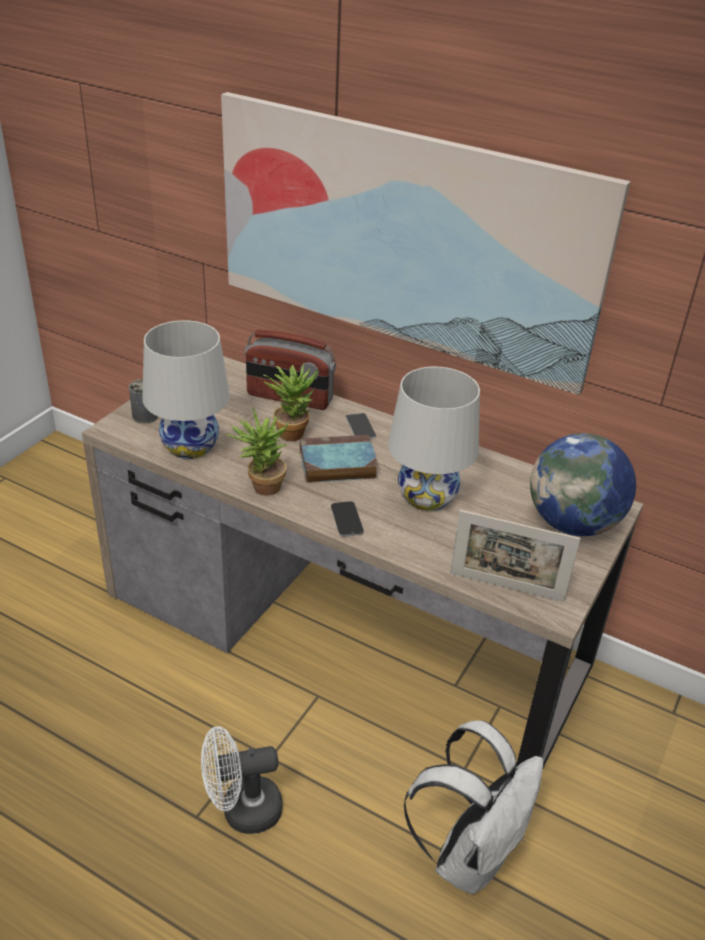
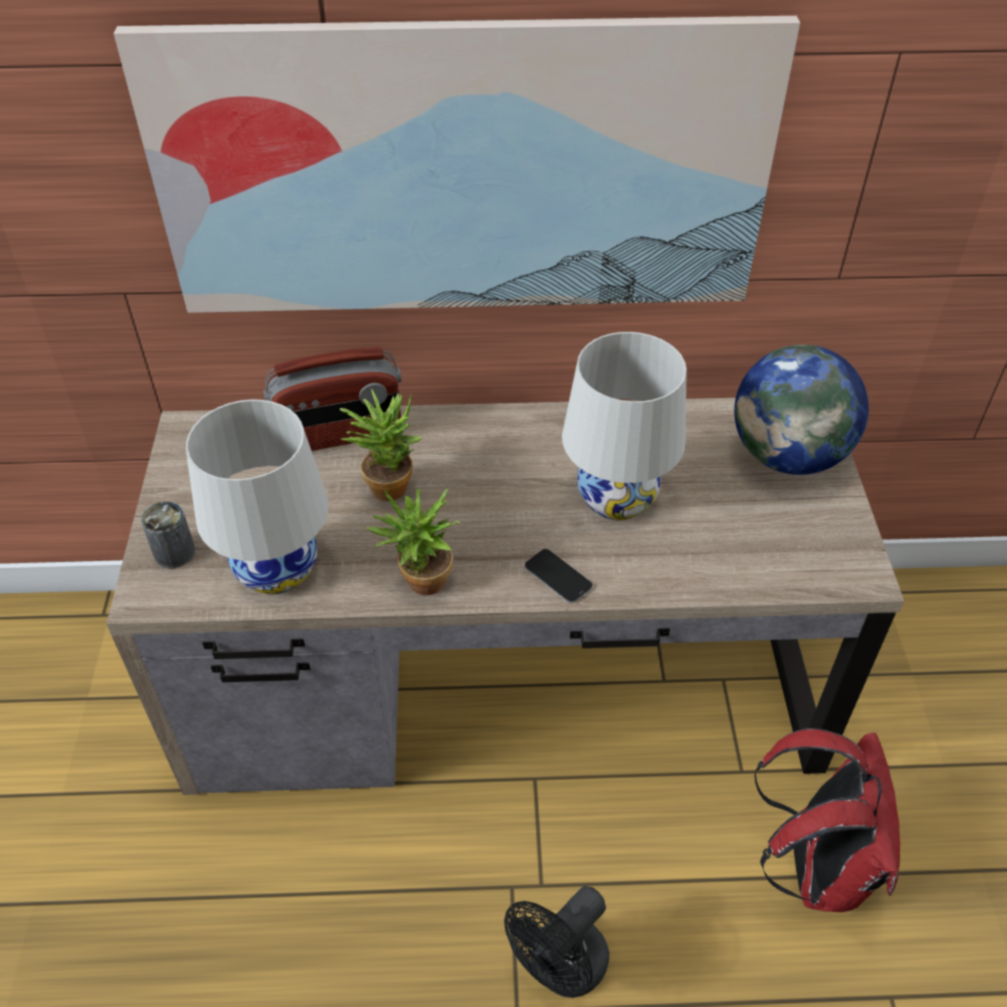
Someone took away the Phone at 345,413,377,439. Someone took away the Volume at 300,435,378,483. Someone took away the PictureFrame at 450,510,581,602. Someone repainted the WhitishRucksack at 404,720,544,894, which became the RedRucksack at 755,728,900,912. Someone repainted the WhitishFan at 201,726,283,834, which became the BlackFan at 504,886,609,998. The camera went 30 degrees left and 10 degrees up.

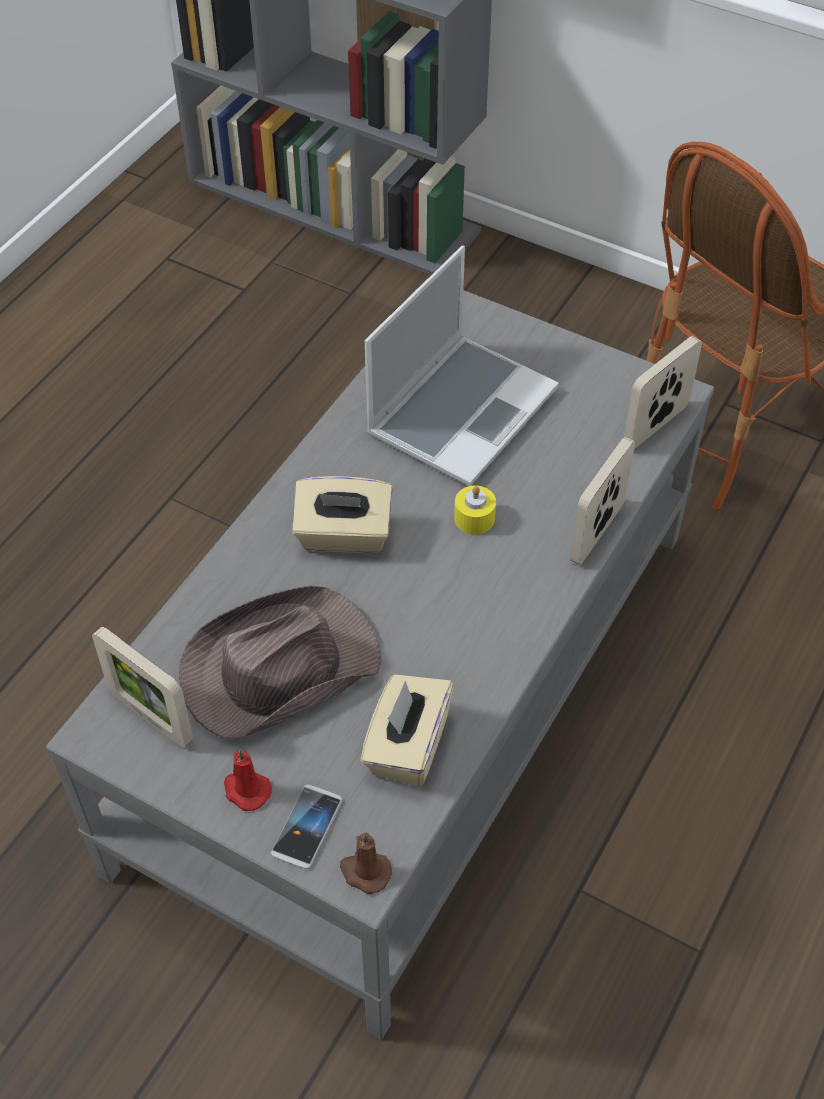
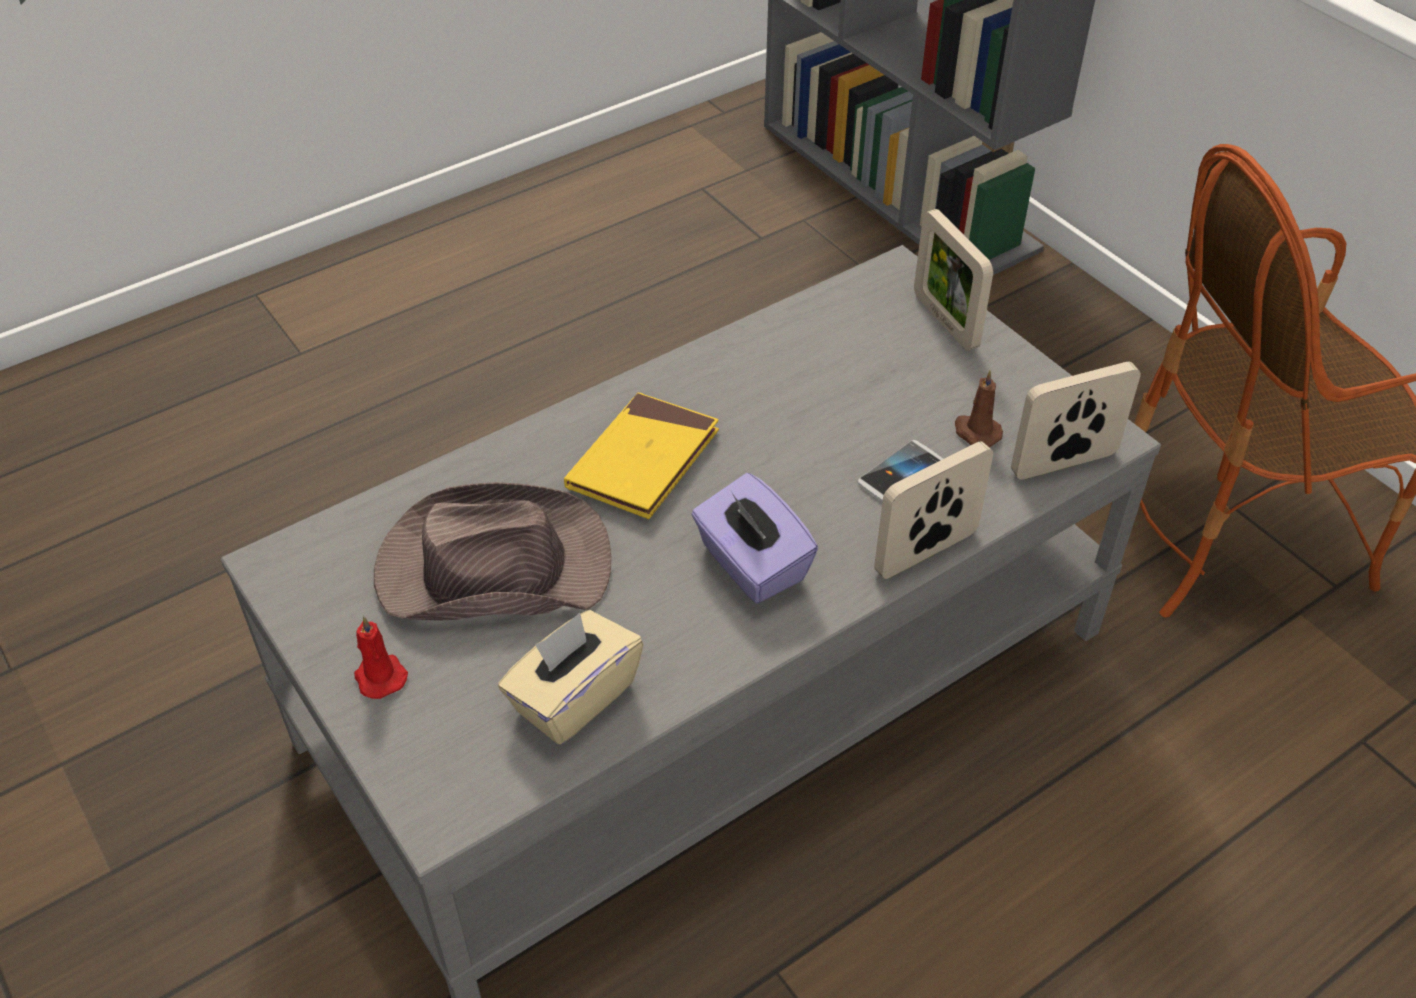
Someone took away the NotebookComputer at 365,245,559,486. Someone swapped the SandColouredTissueBox at 292,476,393,553 for the YellowColouredVolume at 564,393,719,519. Someone took away the YellowColouredWaxLight at 454,485,496,534. Someone carried the PictureFrame from 92,627,193,748 to 914,209,993,351. Someone carried the Phone from 271,785,342,869 to 857,440,943,502. Someone carried the BrownWaxLight from 340,832,392,894 to 955,370,1003,447. Someone put down the PurpleTissueBox at 691,473,818,604. The camera went 25 degrees right and 5 degrees down.

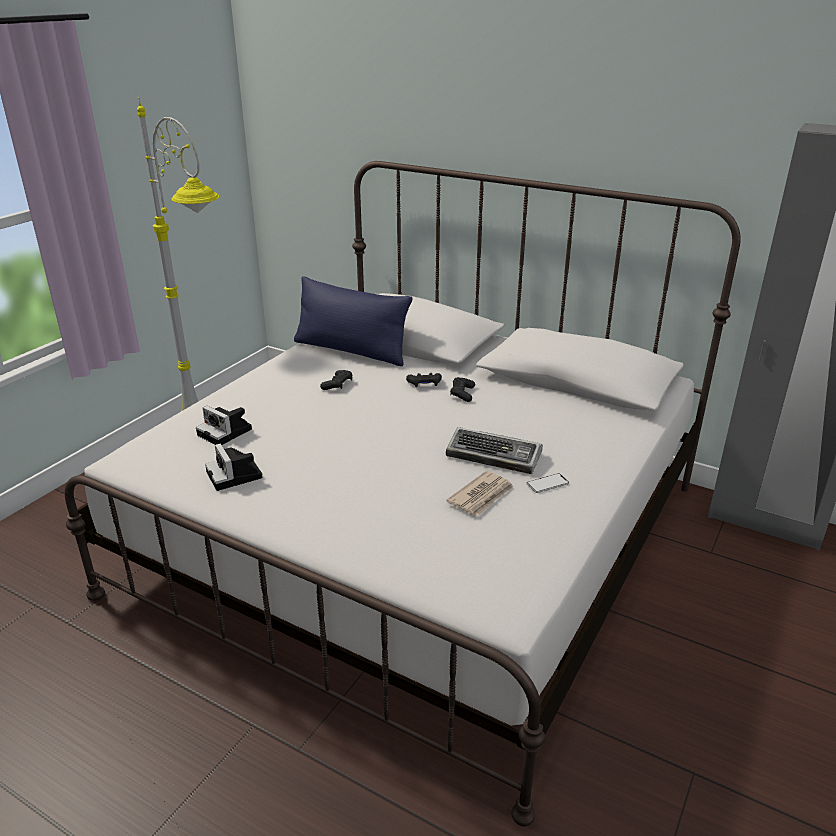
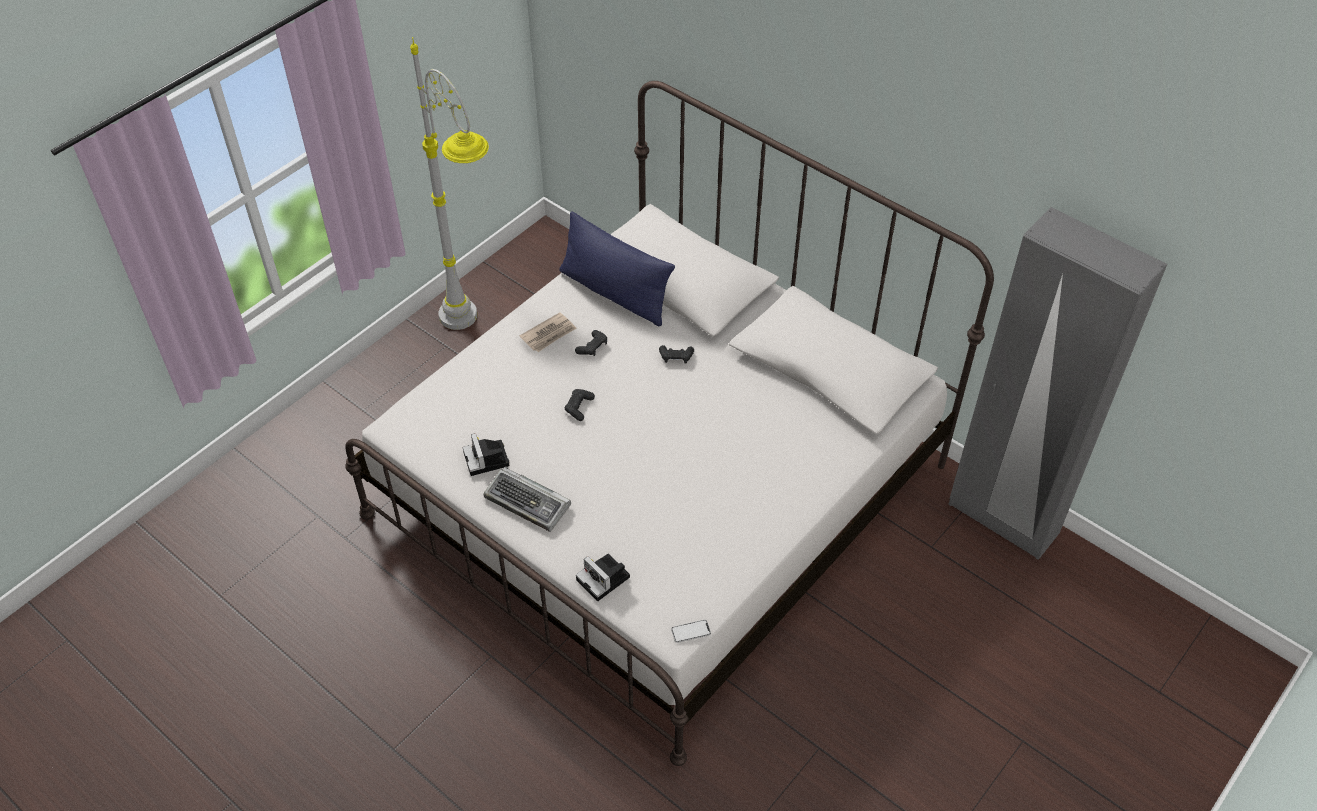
Someone carried the BlackJoypad from 450,377,475,402 to 565,389,595,421. Someone carried the PhotoCamera from 196,406,252,445 to 576,554,630,601. Someone carried the PcKeyboard from 446,427,543,474 to 483,466,571,532. Someone carried the Newspaper from 446,471,513,516 to 520,312,577,352. Someone carried the Phone from 526,473,569,493 to 671,620,711,643. The camera went 10 degrees right and 20 degrees up.

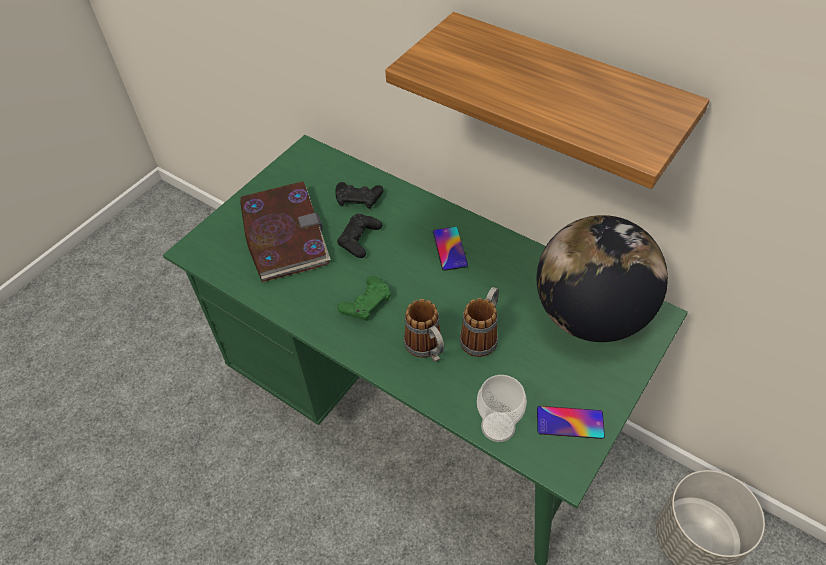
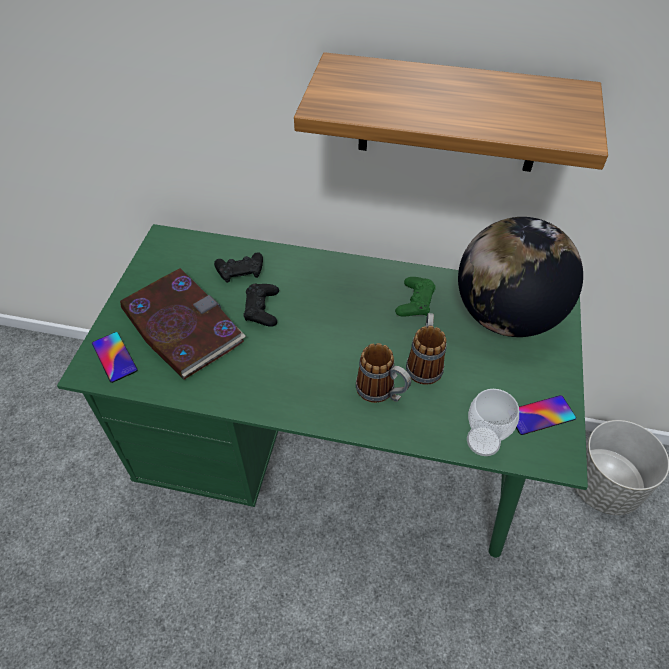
Someone carried the Phone from 433,227,468,271 to 92,332,137,383. Someone carried the GreenishJoypad from 337,276,391,321 to 395,277,436,317. The camera went 25 degrees left and 0 degrees up.

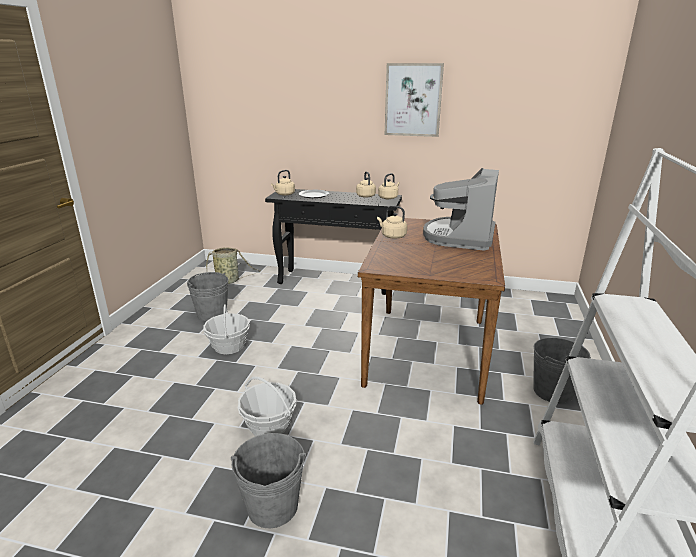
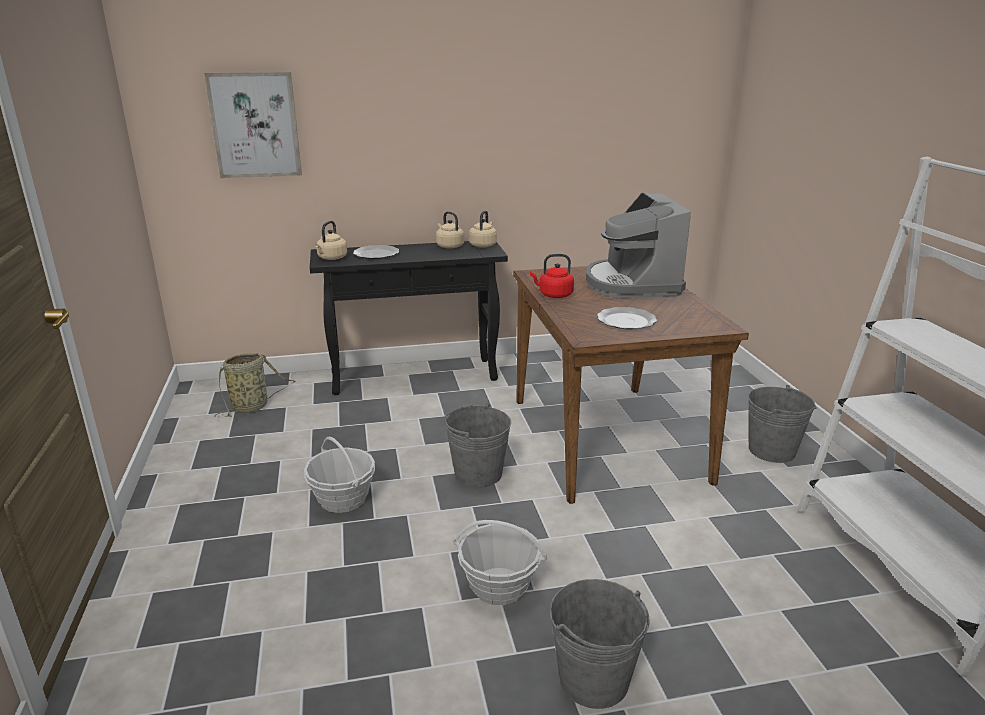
Someone carried the Picture from 385,63,444,137 to 204,72,302,178. Someone repainted the SandColouredTeaKettle at 377,206,407,239, which became the RedTeaKettle at 530,254,574,298. Someone carried the GreyPail from 187,272,229,321 to 445,403,511,488. Someone put down the FlatDish at 597,307,657,329. The camera went 25 degrees left and 0 degrees up.

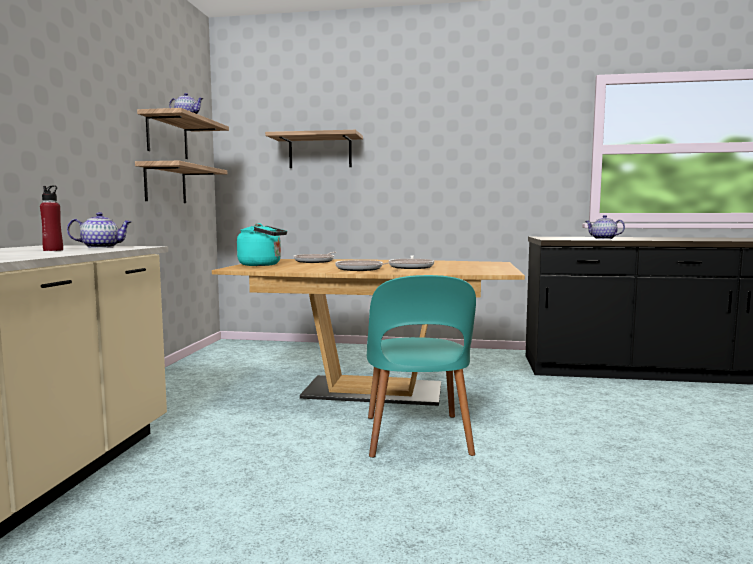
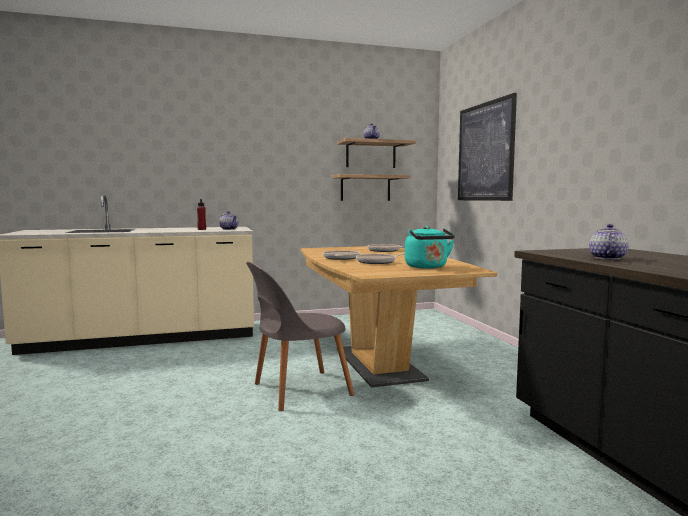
Someone swapped the Shelf at 265,130,363,168 for the Picture at 458,93,517,201. Someone carried the TurquoiseTeaKettle from 237,223,287,266 to 405,226,455,269. Someone repainted the TurquoiseChair at 367,275,476,458, which became the GreyChair at 246,262,354,411. The camera went 65 degrees right and 0 degrees up.

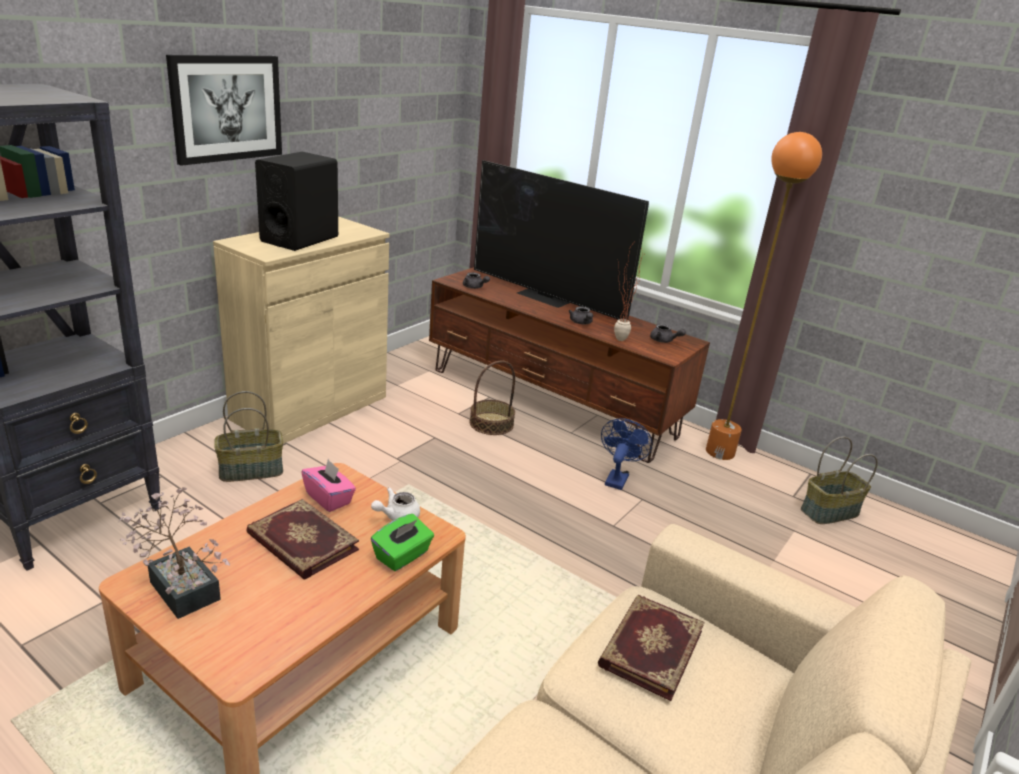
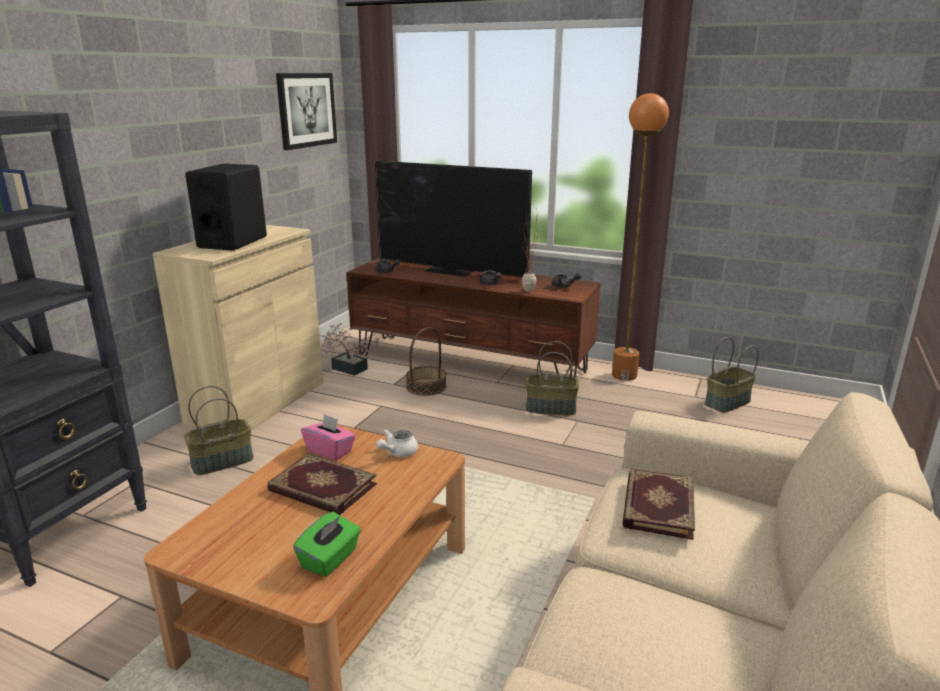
Someone carried the Picture from 166,55,282,166 to 276,73,337,150. Someone swapped the BluishFan at 601,418,653,490 for the Basket at 525,341,579,415. Someone carried the Houseplant from 118,487,230,619 to 320,323,373,376. Someone carried the GreenishTissueBox from 371,514,434,571 to 293,512,361,577. The camera went 10 degrees left and 5 degrees down.

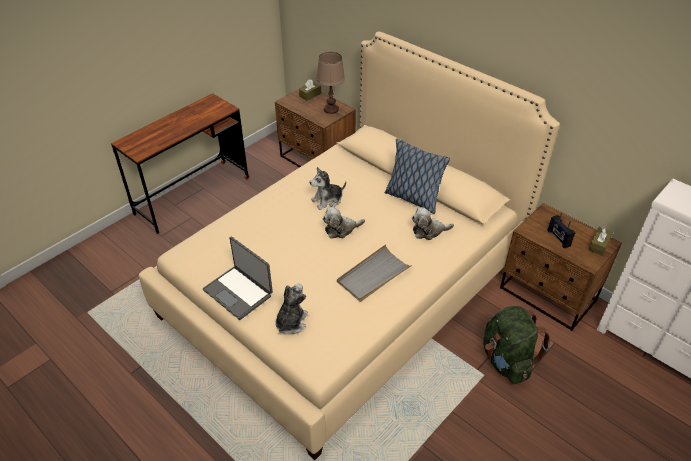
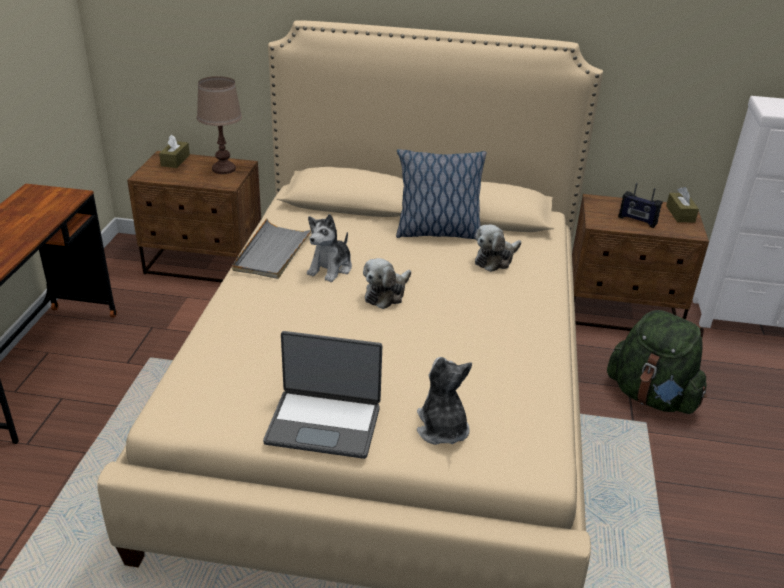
Someone carried the GreyCarryingTray from 337,244,412,302 to 232,218,311,279. The camera went 35 degrees left and 10 degrees down.

